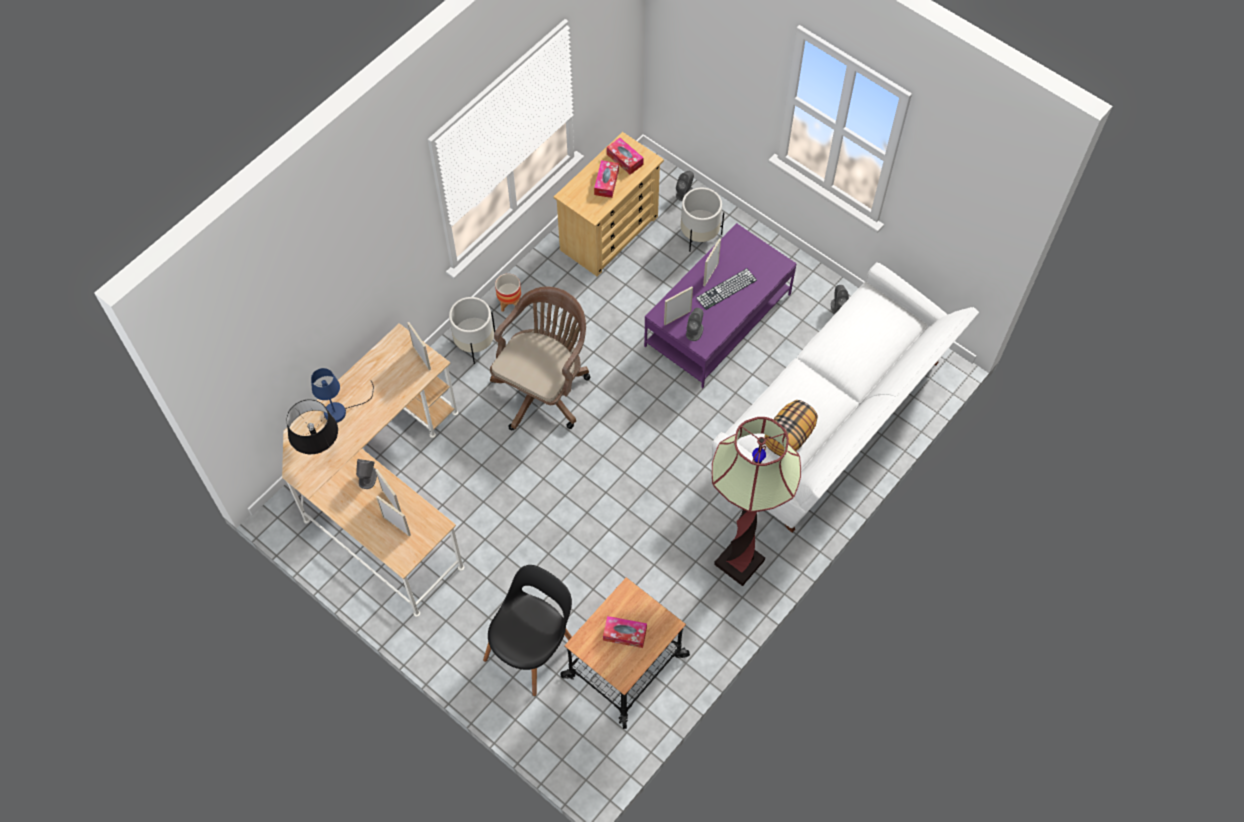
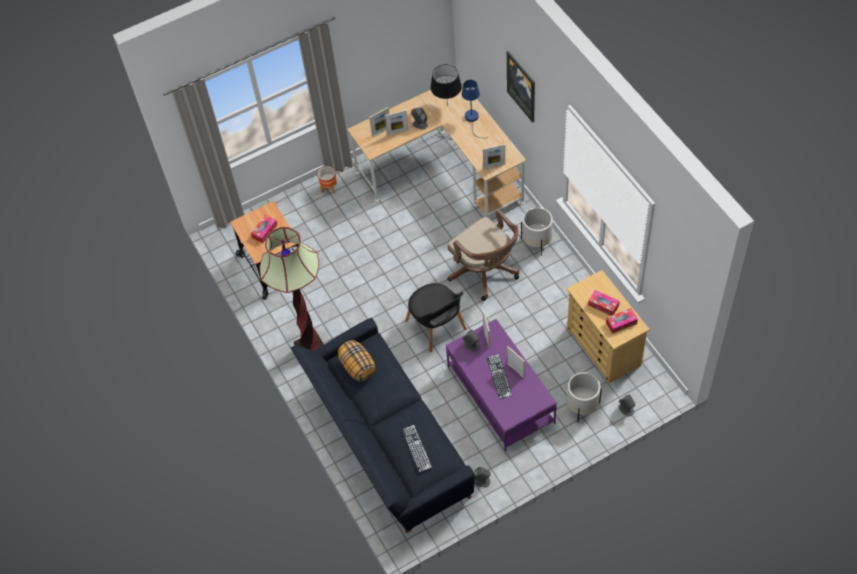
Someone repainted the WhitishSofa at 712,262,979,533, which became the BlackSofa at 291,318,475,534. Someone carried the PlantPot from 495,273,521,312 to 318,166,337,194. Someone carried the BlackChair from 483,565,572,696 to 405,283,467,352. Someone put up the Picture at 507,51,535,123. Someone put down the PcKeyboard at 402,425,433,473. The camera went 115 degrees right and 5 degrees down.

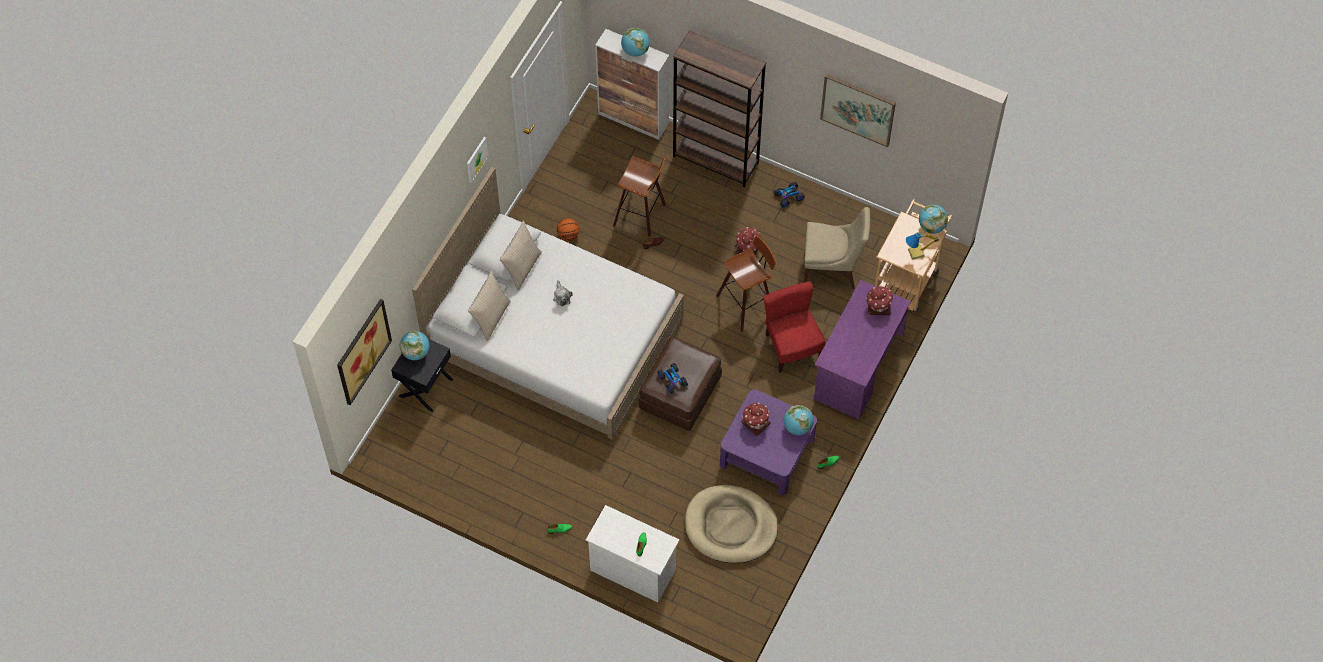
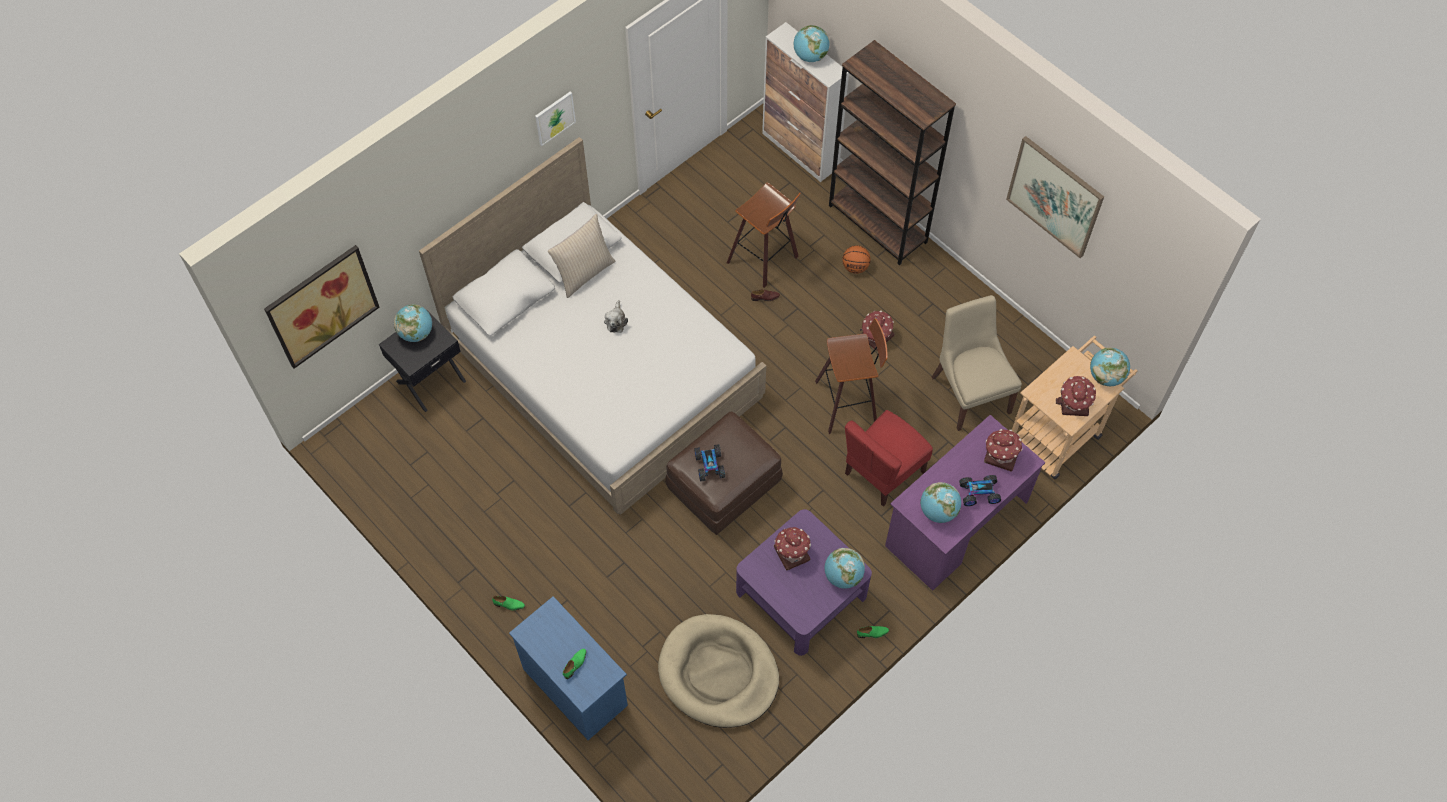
Someone carried the ModelCar from 773,182,805,207 to 959,475,1001,506. Someone rotated the SandColouredChair at 803,207,870,289 by 135 degrees counterclockwise. Someone carried the BallForBasketball from 557,218,579,241 to 842,245,870,274. Someone swapped the TableLamp at 906,232,939,260 for the ModelHouse at 1056,376,1096,416. Someone took away the SandColouredThrowPillow at 468,271,511,341. Someone rotated the RedChair at 763,281,825,373 by 135 degrees counterclockwise. Someone repainted the WhitishDrawerChest at 586,505,680,603, which became the BluishDrawerChest at 509,596,628,740. Someone put down the Globe at 920,482,961,523. The camera went 20 degrees right and 0 degrees up.

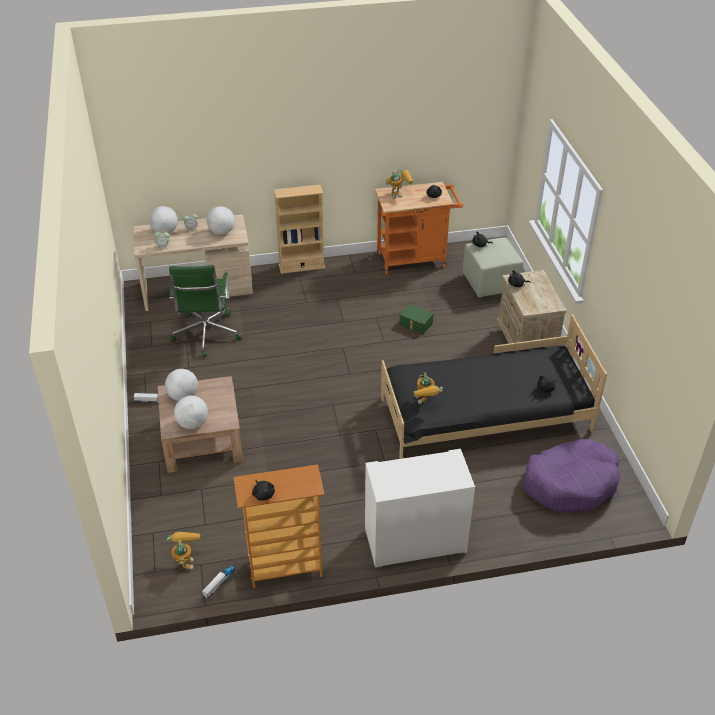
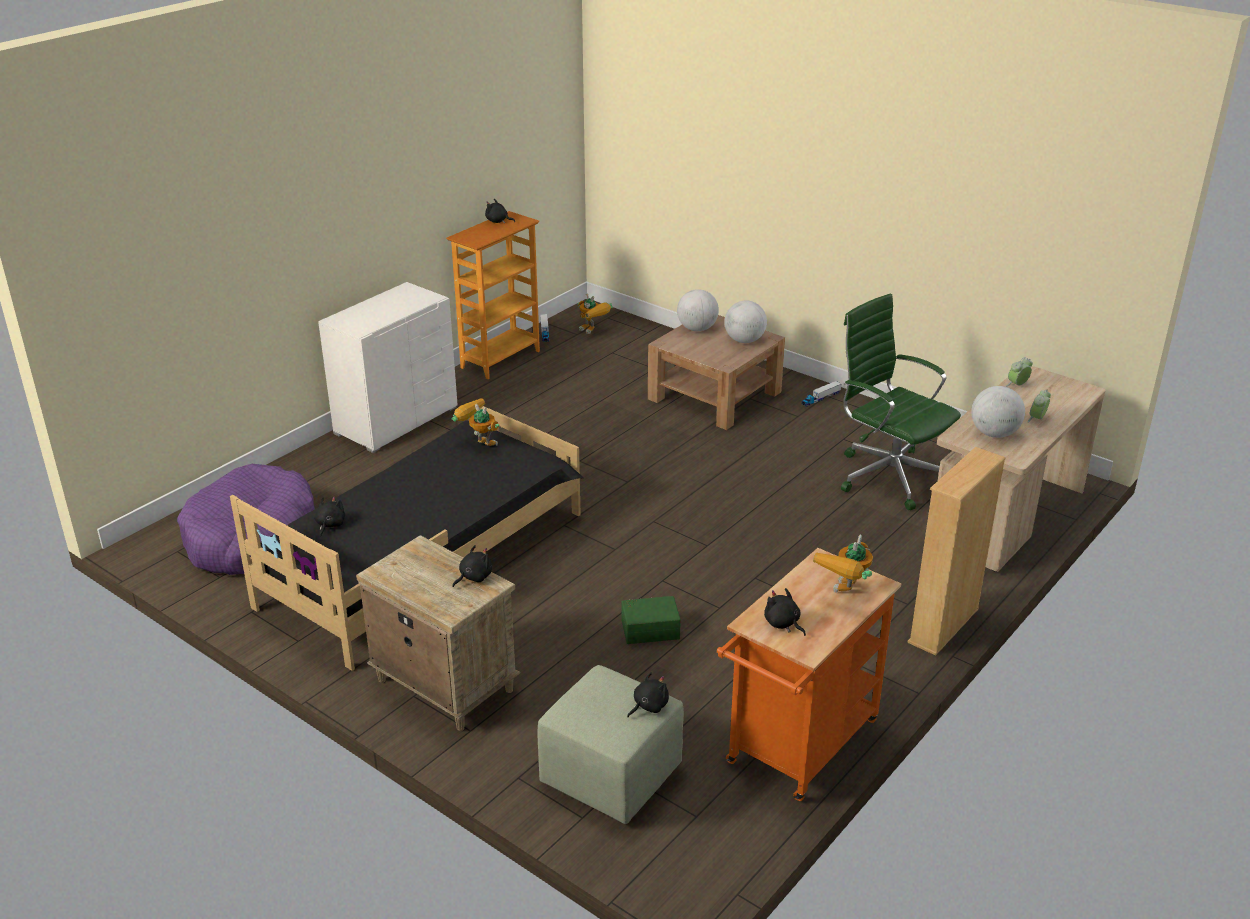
Someone took away the Globe at 149,206,178,233. The camera went 140 degrees right and 10 degrees down.

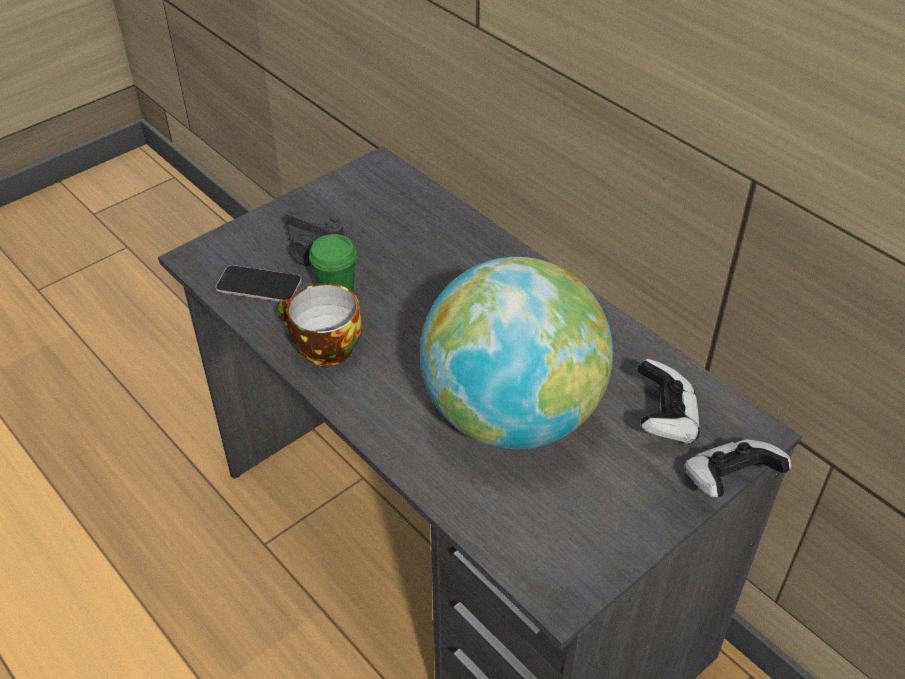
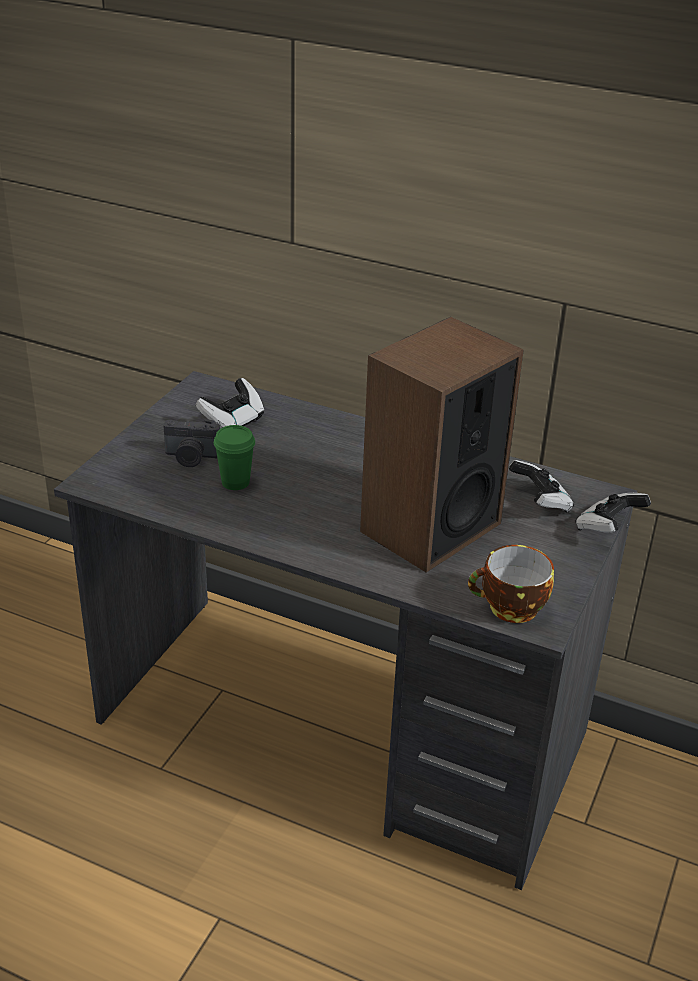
Someone swapped the Globe at 420,257,613,450 for the AudioSpeaker at 360,317,524,573. Someone took away the Phone at 216,265,302,302. Someone carried the Cup from 277,283,362,366 to 468,545,554,623. Someone put down the Joypad at 196,378,264,429. The camera went 25 degrees left and 10 degrees down.

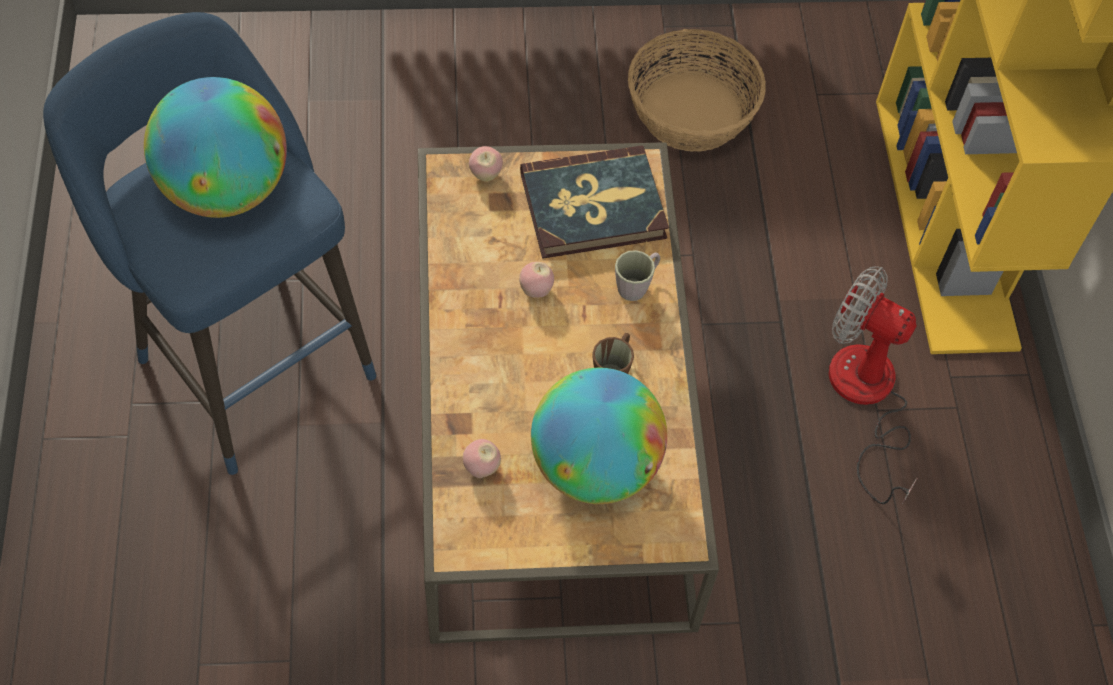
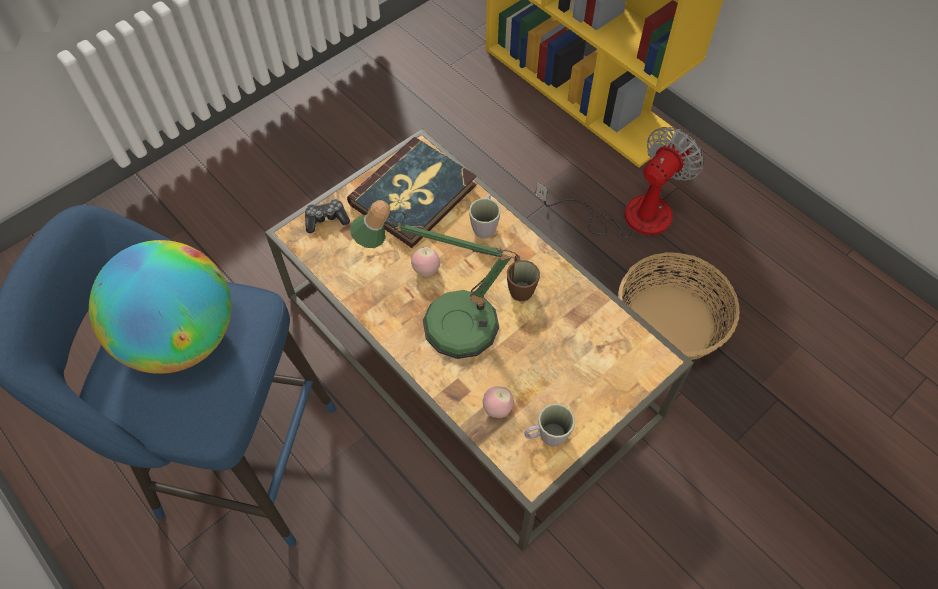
Someone carried the Basket from 628,29,766,151 to 618,252,740,360. Someone swapped the WholeApple at 469,146,503,181 for the Joypad at 305,199,350,233. Someone rotated the Fan at 829,266,917,504 by 135 degrees clockwise. Someone took away the Globe at 531,368,667,504. Someone put down the TableLamp at 350,200,518,359. Someone put down the GreyTeaMug at 524,404,575,447. The camera went 35 degrees left and 0 degrees up.

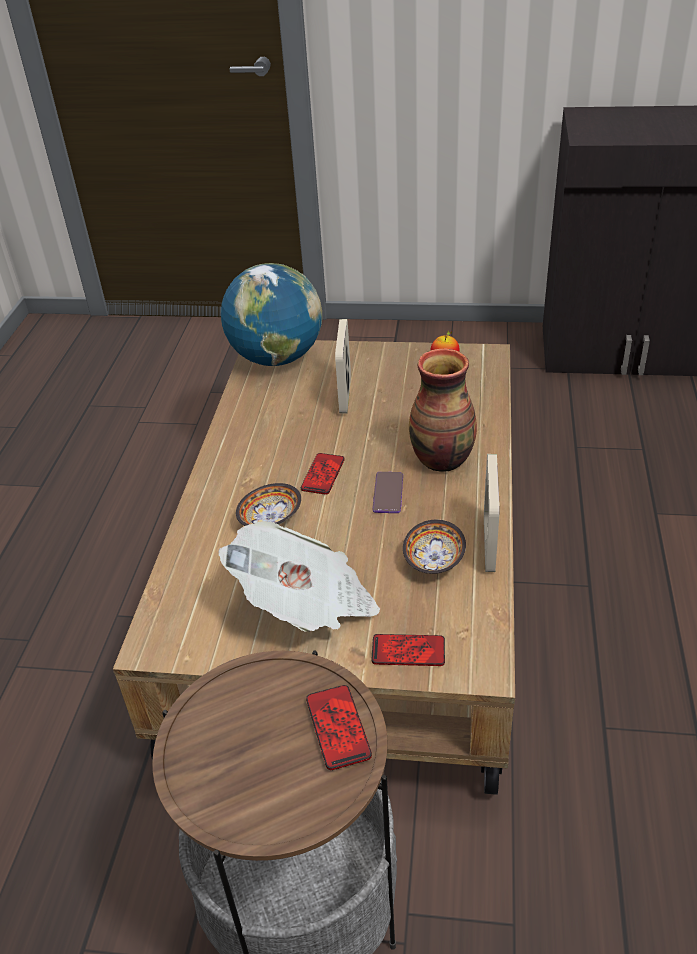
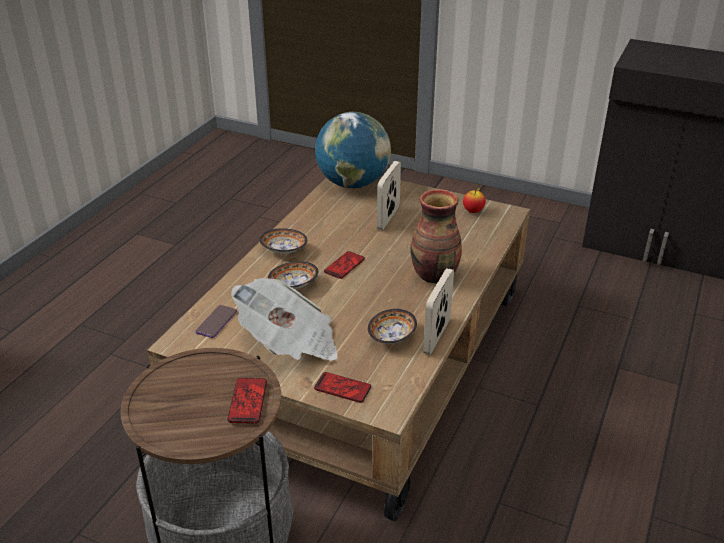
Someone carried the Phone from 372,472,403,513 to 195,305,237,338. Someone put down the Bowl at 259,228,307,254. The camera went 15 degrees right and 5 degrees down.

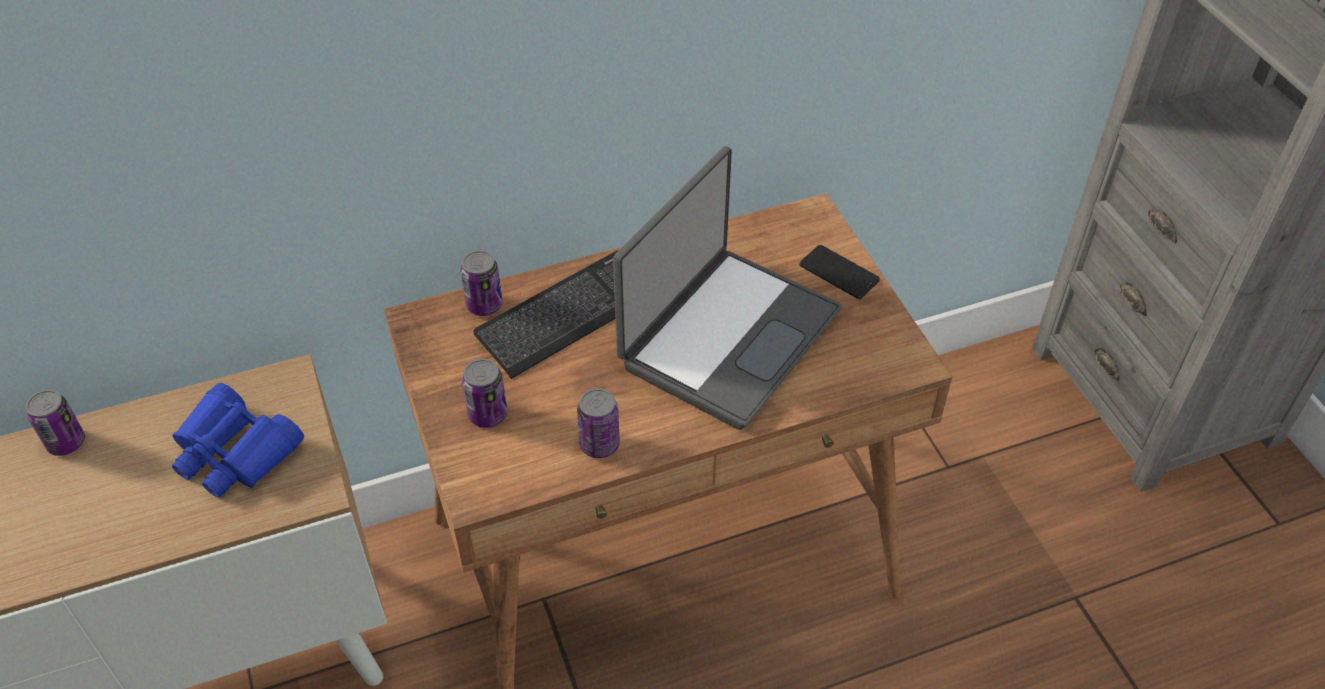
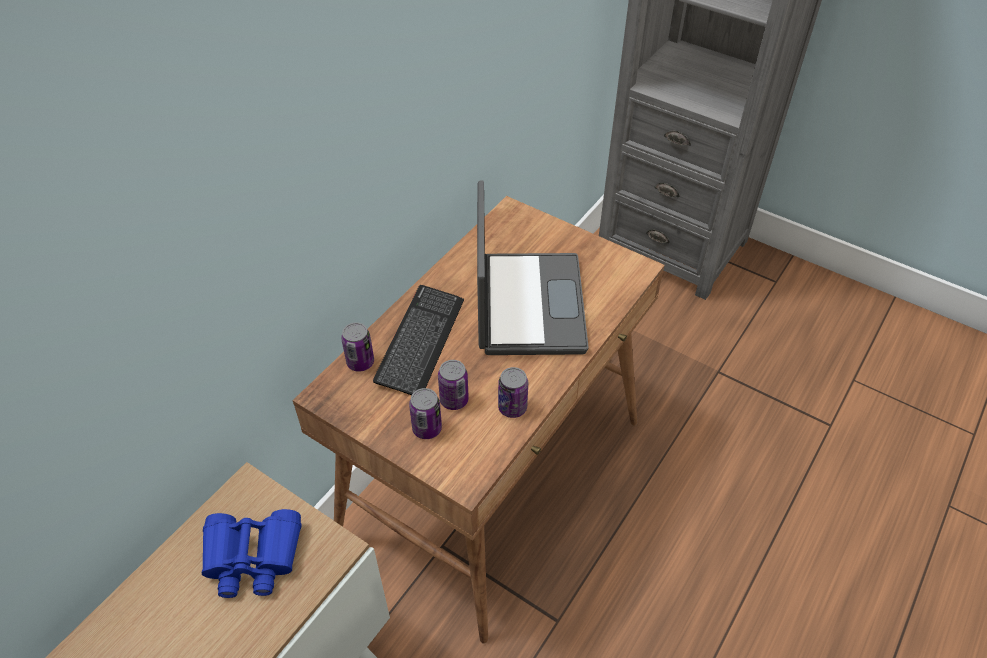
Someone took away the Phone at 799,245,880,299. Someone carried the Can from 25,390,85,456 to 438,360,469,410. The camera went 35 degrees left and 0 degrees up.

